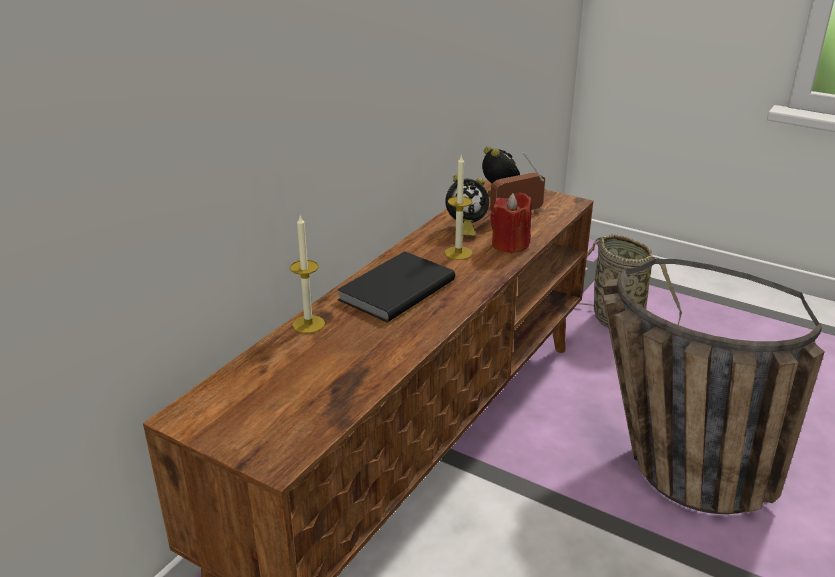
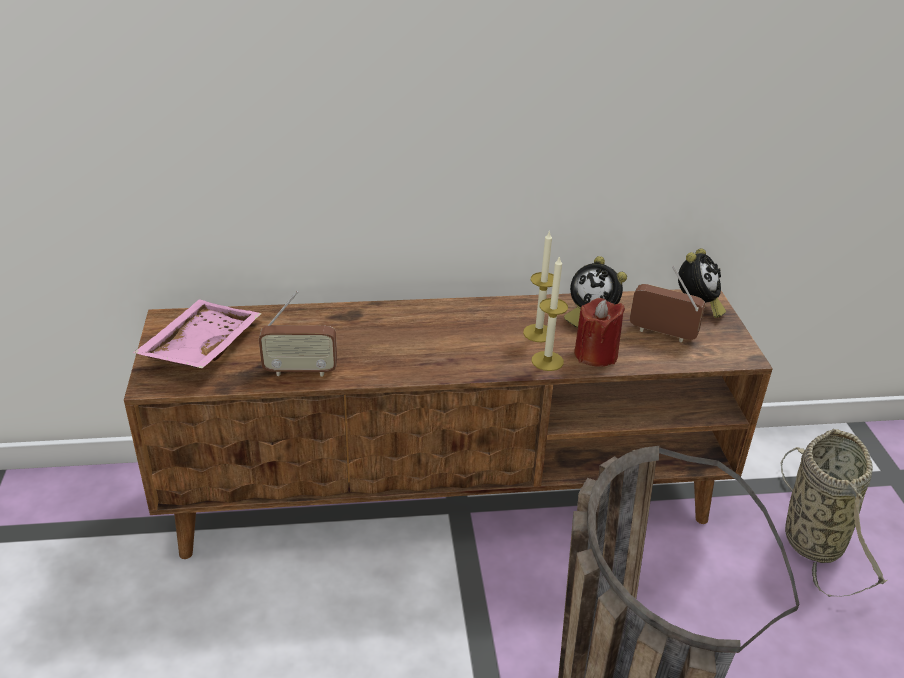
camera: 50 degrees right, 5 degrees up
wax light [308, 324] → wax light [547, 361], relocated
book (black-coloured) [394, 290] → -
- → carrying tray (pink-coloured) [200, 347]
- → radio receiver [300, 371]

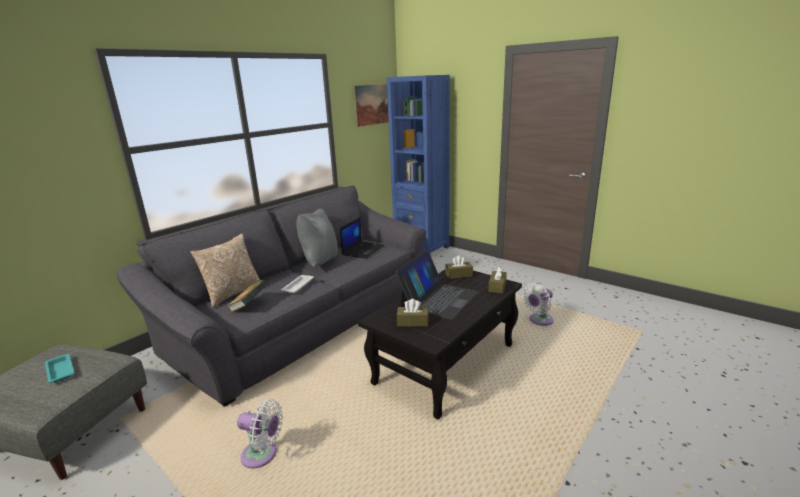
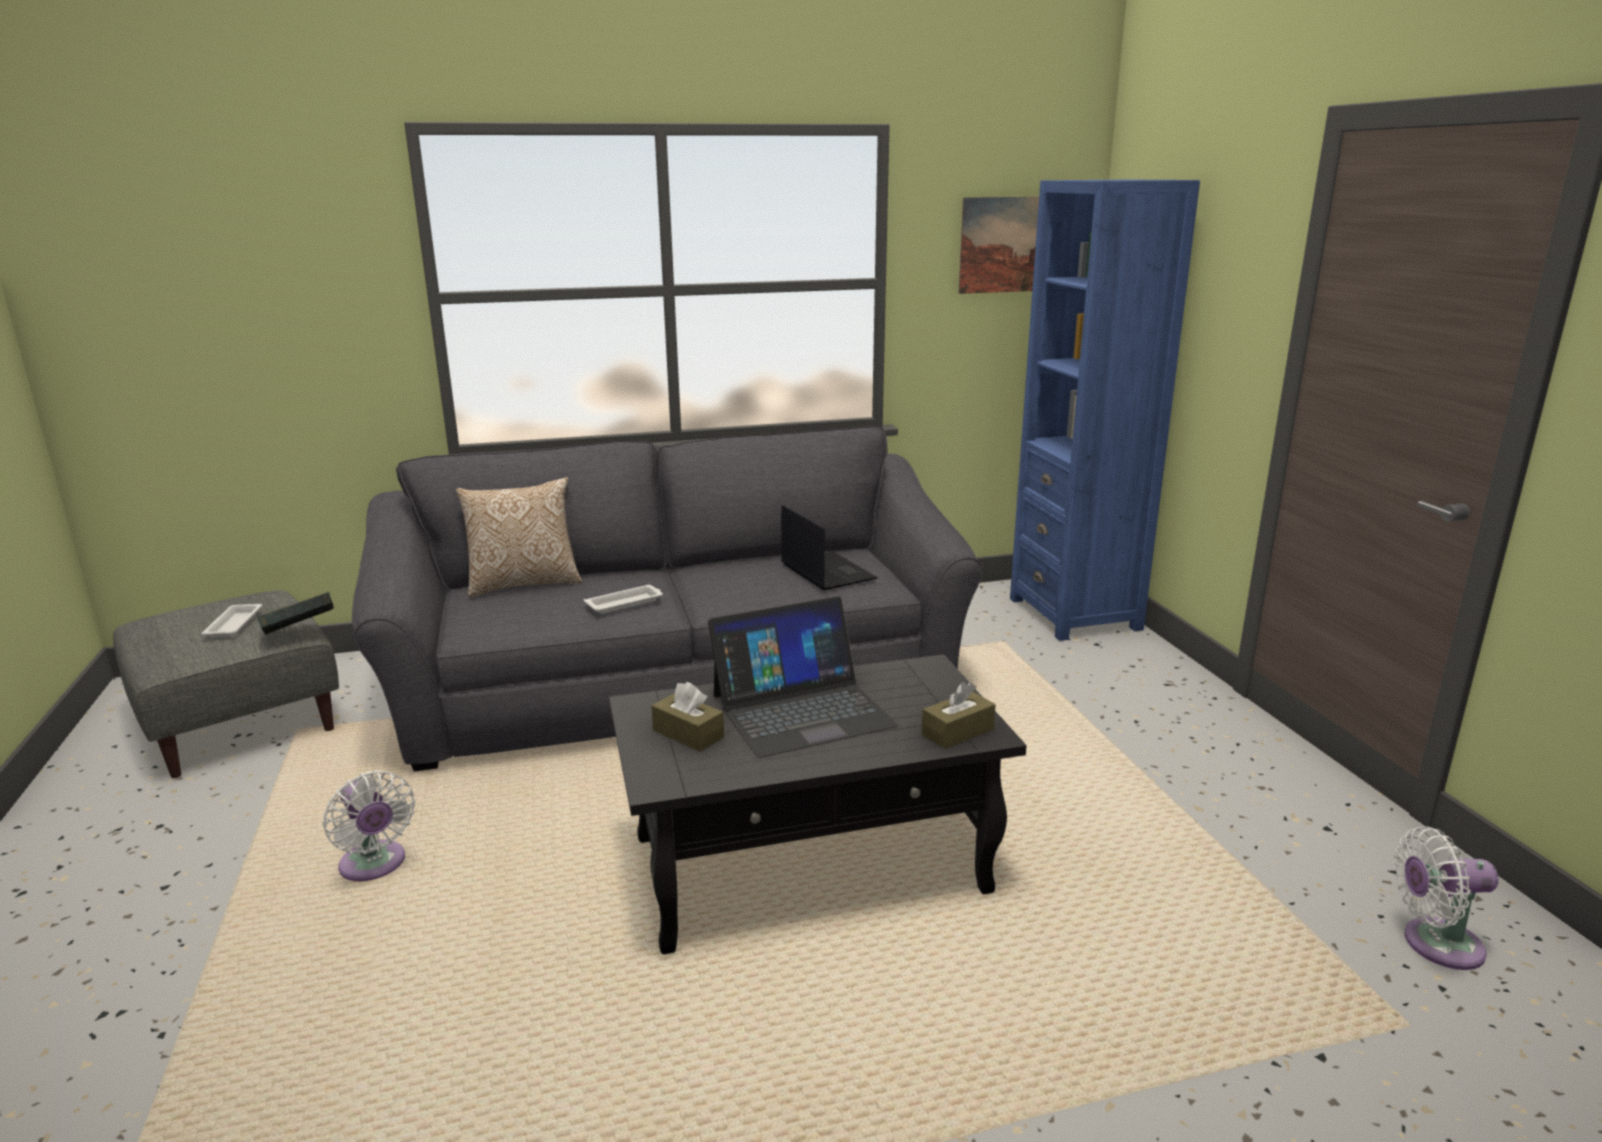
camera: 35 degrees right, 0 degrees up
carrying tray (turquoise-coloured) [60, 370] → carrying tray (white) [234, 624]
book [249, 306] → book [300, 633], relocated
pillow (grey) [319, 262] → -
portable computer [363, 250] → portable computer [826, 571], 90 degrees counterclockwise
tissue holder (brownish) [459, 275] → -
fan (white) [539, 321] → fan (white) [1435, 944], relocated

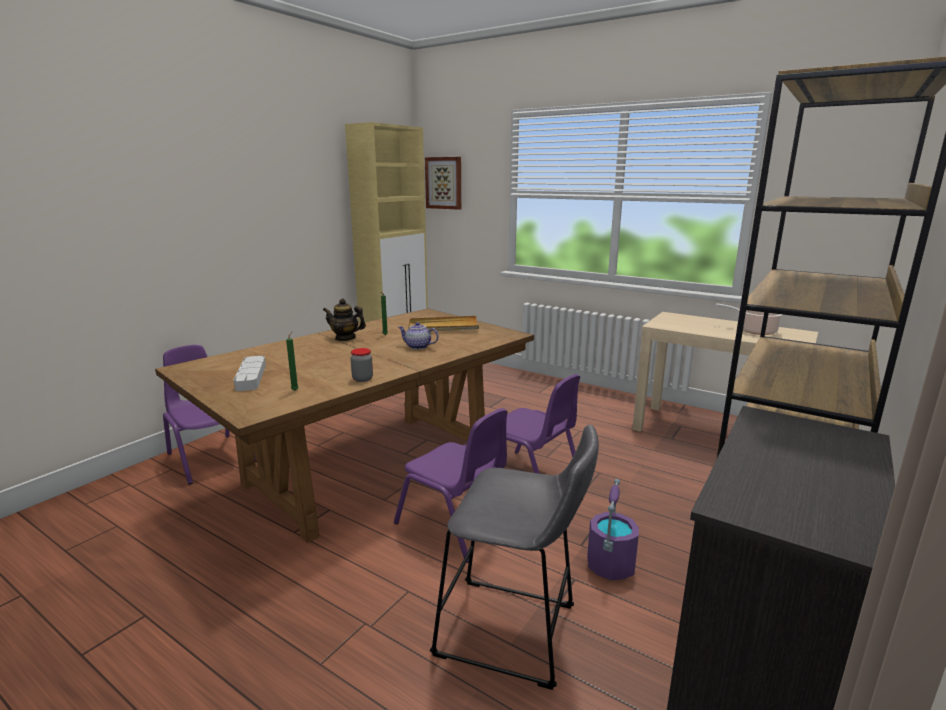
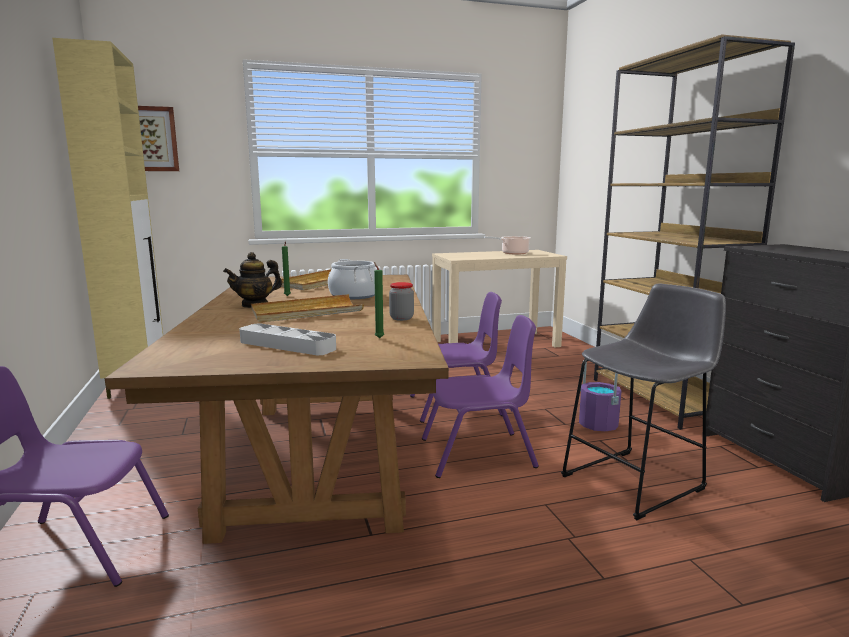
camera: 50 degrees left, 5 degrees down
pot for tea [417, 347] → stockpot [354, 295]
- → carrying tray (beige-coloured) [306, 312]

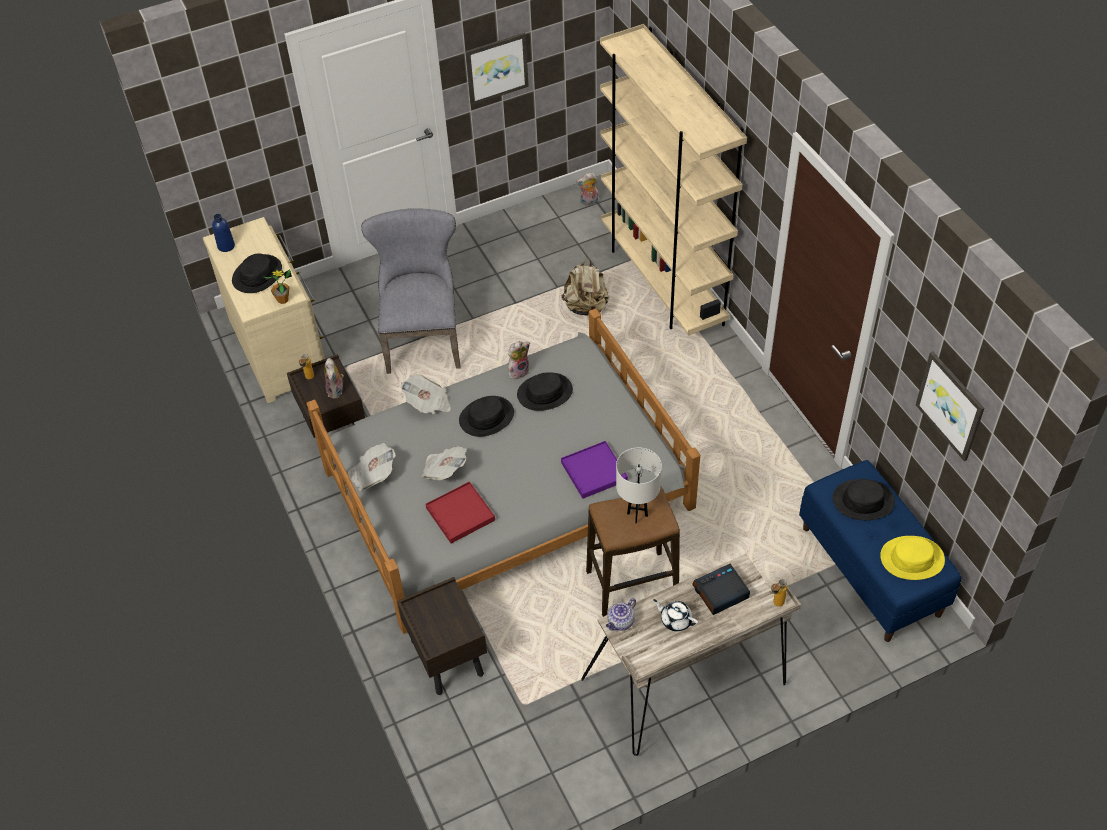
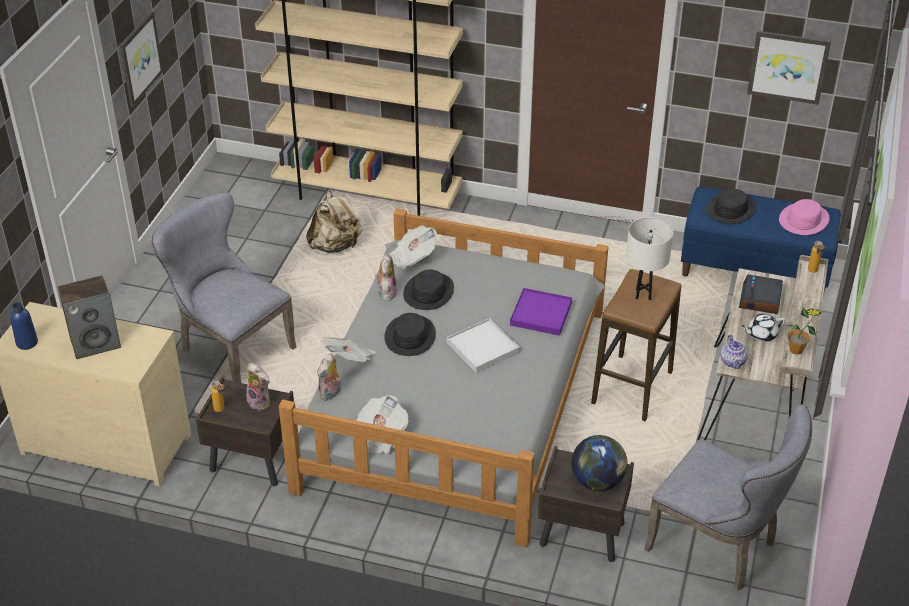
camera: 50 degrees left, 10 degrees down
hat (black-coloured) [257, 275] → audio speaker [95, 343]
plant in a pot [283, 300] → plant in a pot [796, 350], relocated
daily paper [444, 470] → daily paper [412, 257], relocated
carrying tray (red-coloured) [460, 514] → -
soft toy [588, 202] → soft toy [330, 394], relocated
hat (yellowish) [912, 558] → hat (pink-coloured) [803, 220]
- → carrying tray (white) [482, 348]
- → desk globe [597, 481]
- → upright chair (grey) [719, 546]

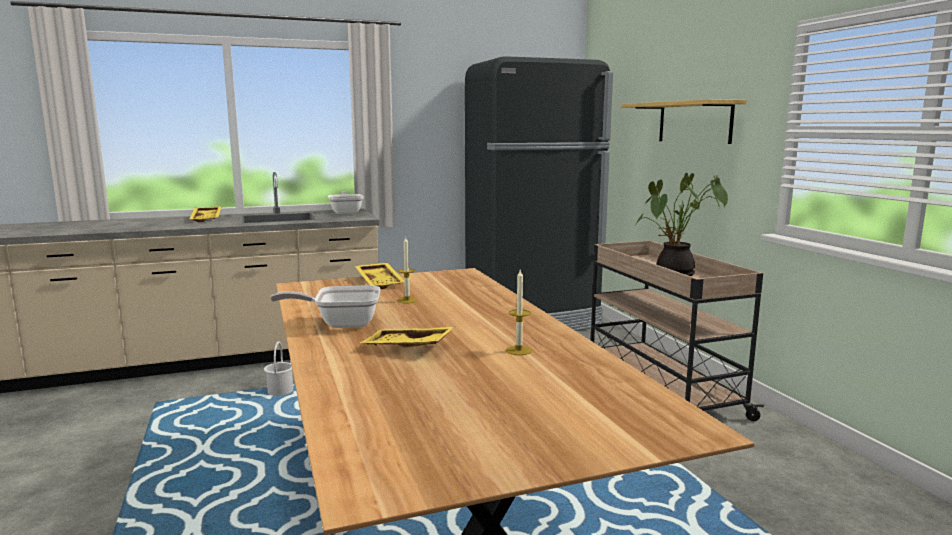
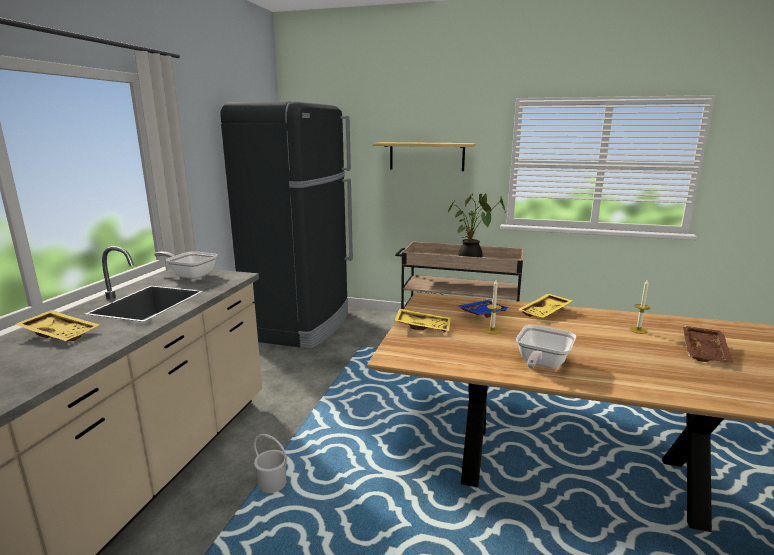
camera: 55 degrees left, 5 degrees up
carrying tray (yellowish) [407, 347] → carrying tray (yellowish) [545, 312], relocated
- → carrying tray (blue) [482, 314]
- → carrying tray (brownish) [705, 351]

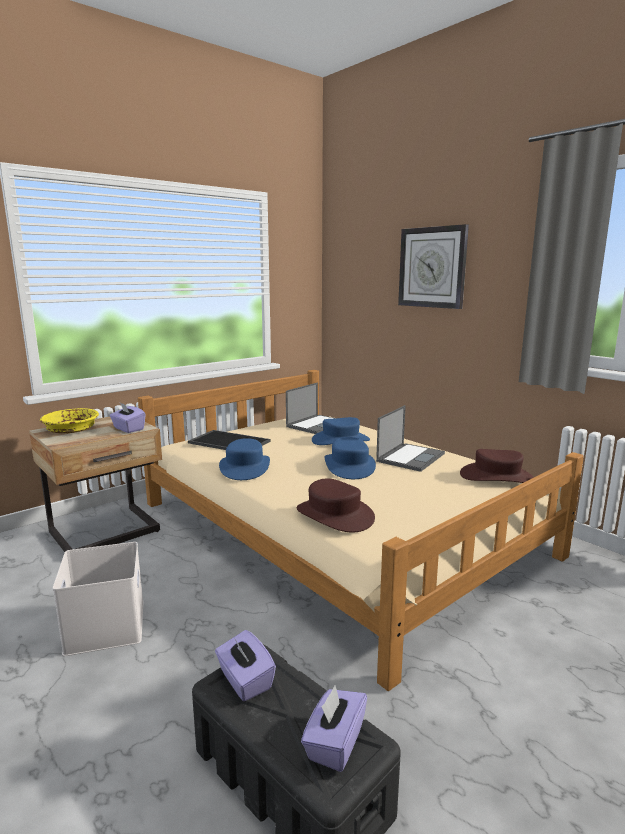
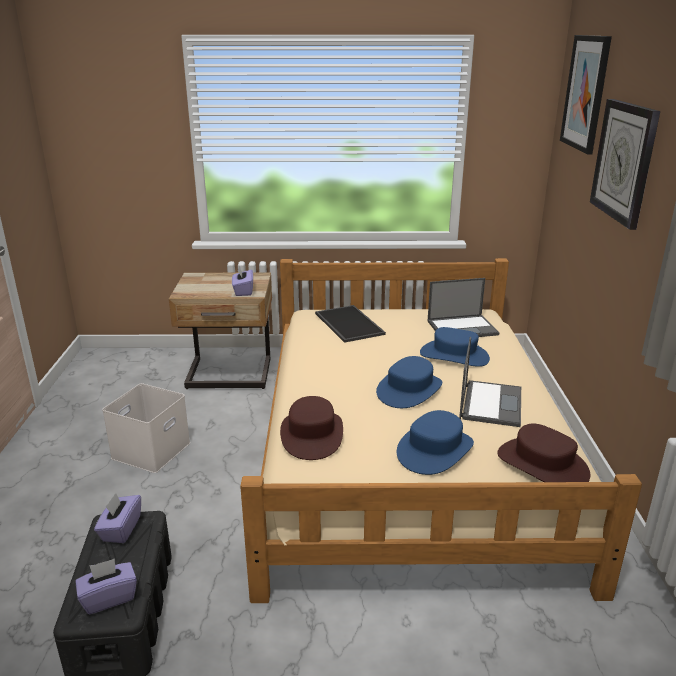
camera: 40 degrees right, 10 degrees up
bowl (yellowish) [71, 429] → -
hat (blue) [245, 467] → hat (blue) [434, 450], relocated
portable computer [411, 457] → portable computer [490, 403], 60 degrees counterclockwise
- → wall art [585, 93]

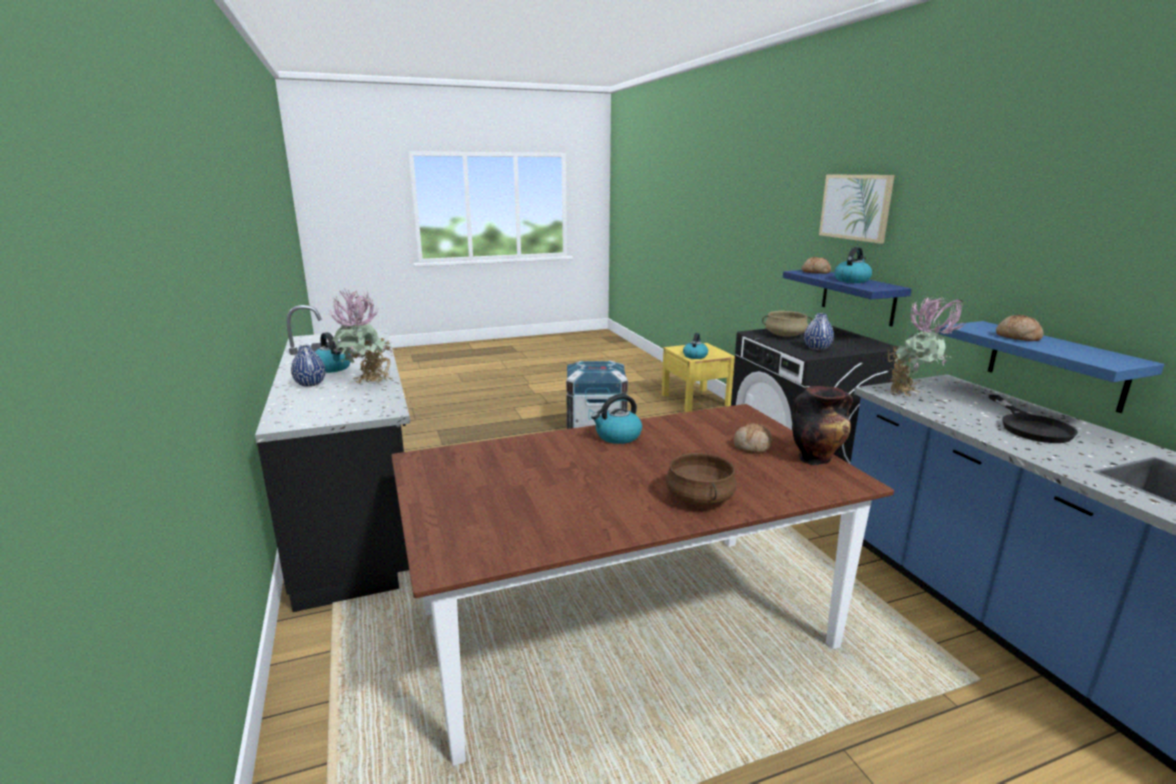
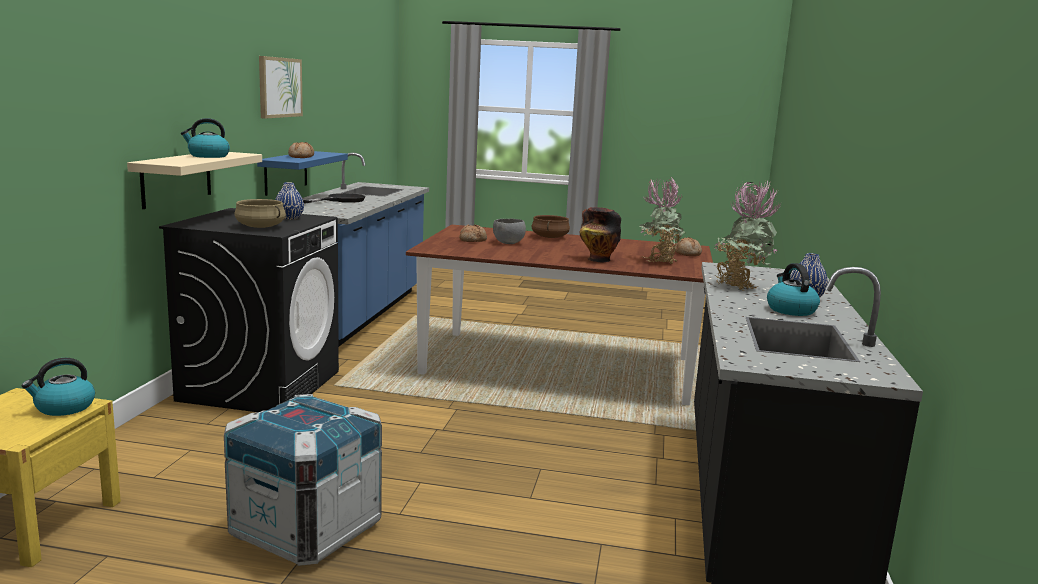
camera: 150 degrees left, 5 degrees down
water kettle [617, 436] → -
shelf (blue) [858, 296] → shelf (beige-coloured) [176, 178]
vase [816, 458] → vase [597, 259], relocated
baked bread [815, 272] → baked bread [687, 253], relocated
wall art [855, 207] → wall art [279, 87], relocated
plant in a pot [913, 395] → plant in a pot [659, 261], relocated
- → bowl (grey) [508, 243]

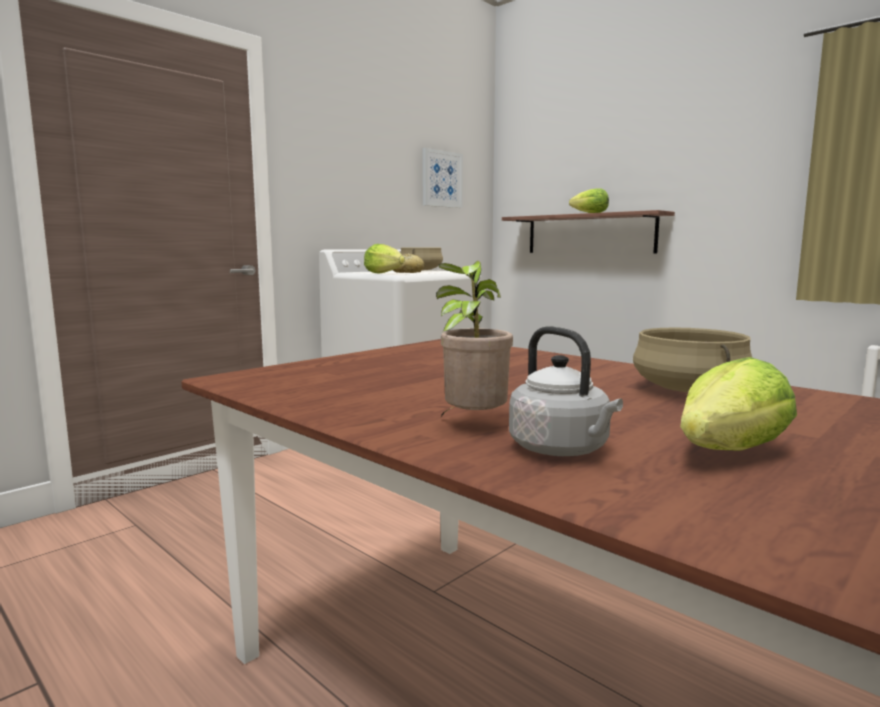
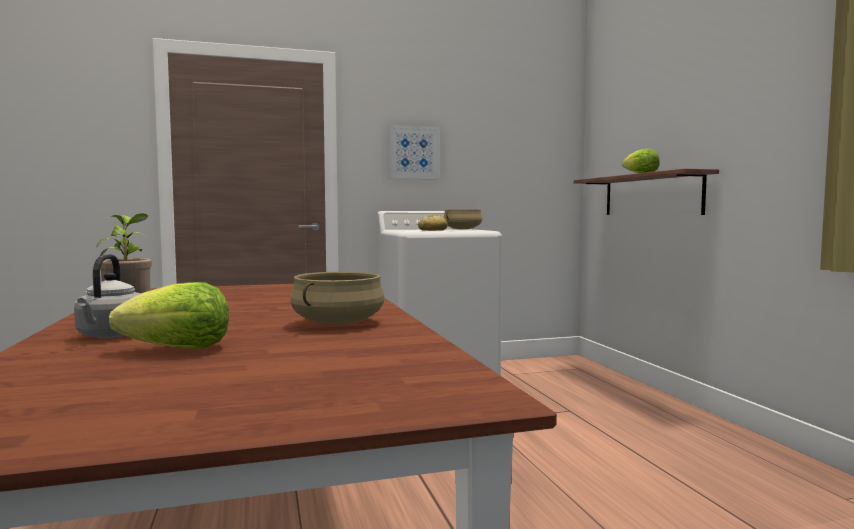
camera: 30 degrees right, 5 degrees down
lettuce [383, 273] → -
wall art [441, 179] → wall art [413, 152], relocated

